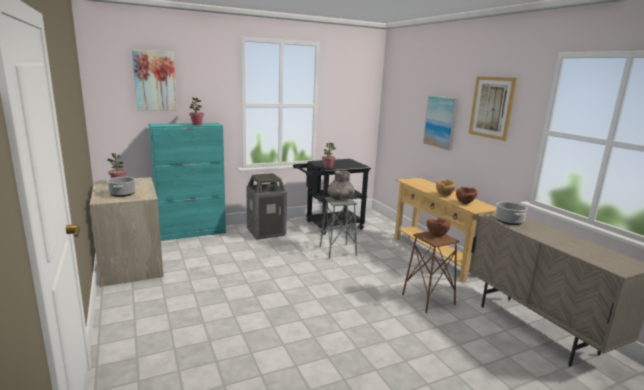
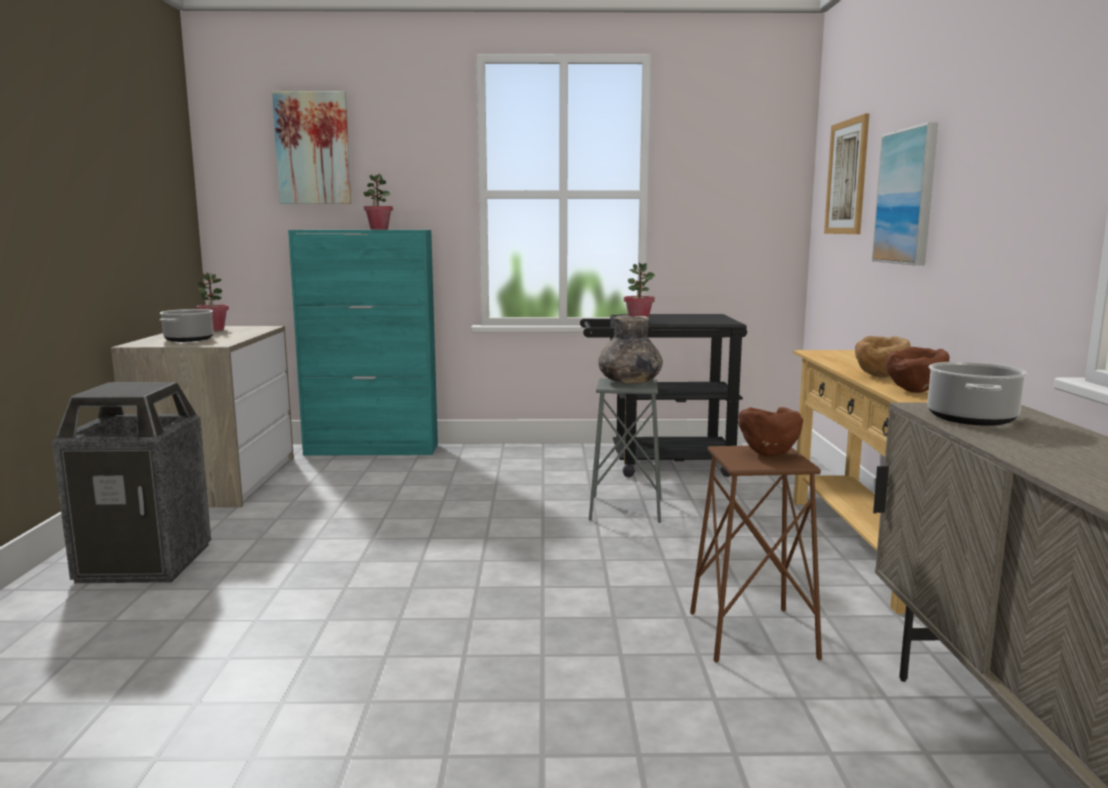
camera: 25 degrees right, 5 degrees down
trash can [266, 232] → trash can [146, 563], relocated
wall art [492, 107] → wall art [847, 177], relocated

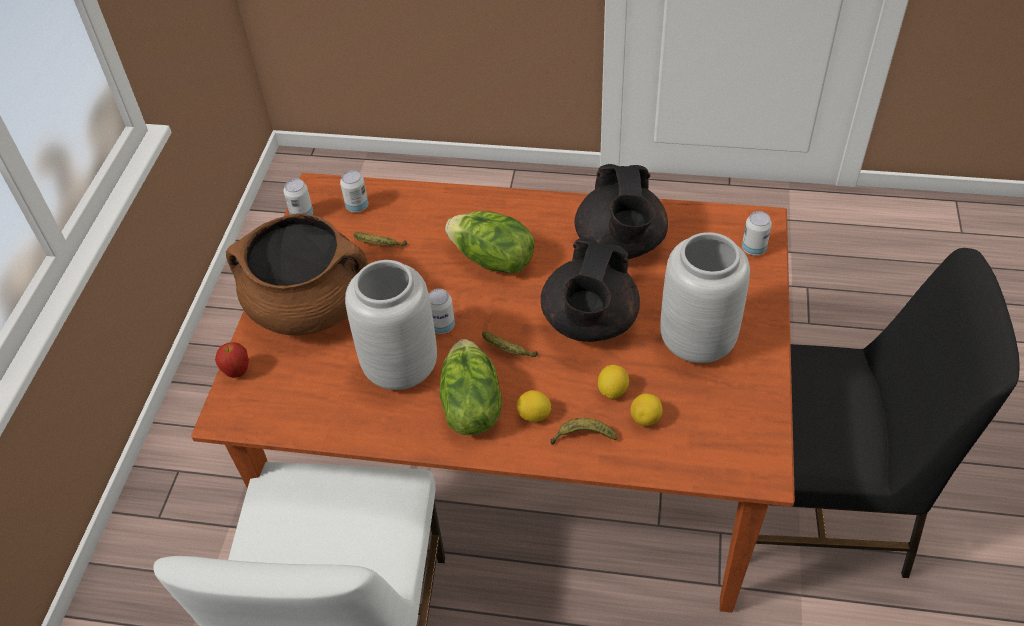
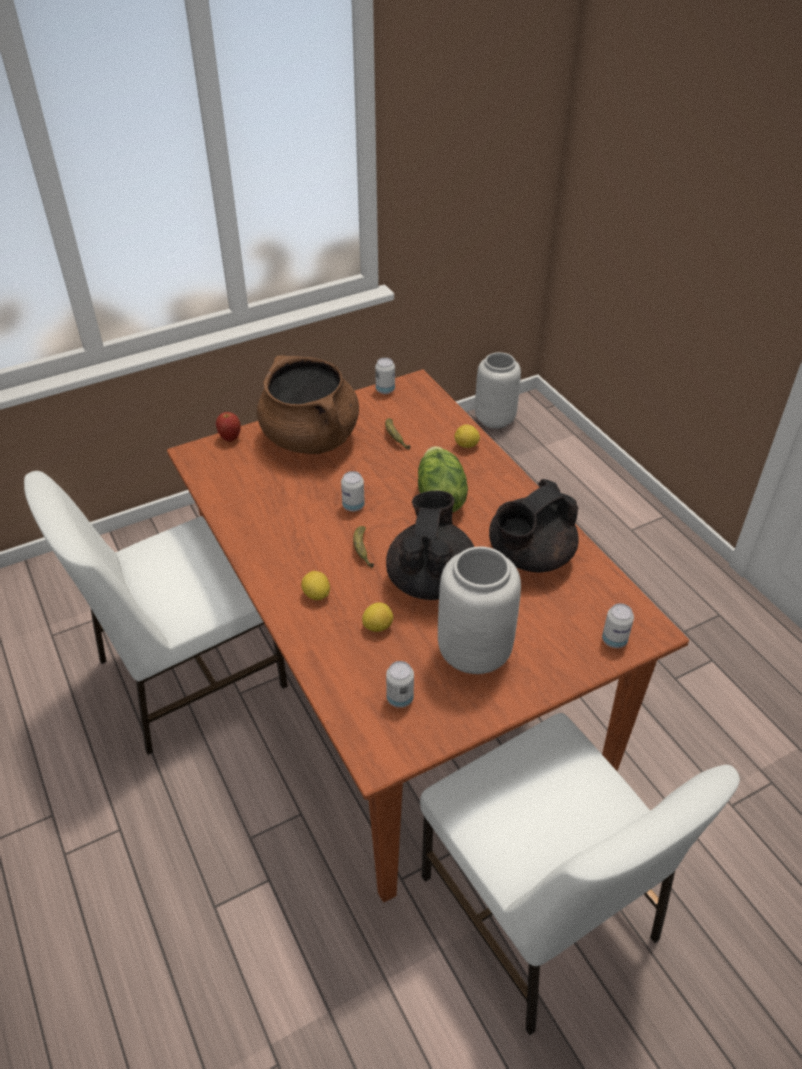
camera: 50 degrees right, 5 degrees down
can [357, 206] → can [400, 698], relocated
vase (grey) [402, 368] → vase (grey) [495, 420], relocated
lettuce [470, 406] → -
pot for tea (black-coloured) [589, 323] → pot for tea (black-coloured) [431, 580], 120 degrees clockwise
banana [582, 437] → -
lemon [645, 418] → lemon [466, 445], relocated
upright chair (black-coloured) [814, 504] → upright chair (white) [539, 912]

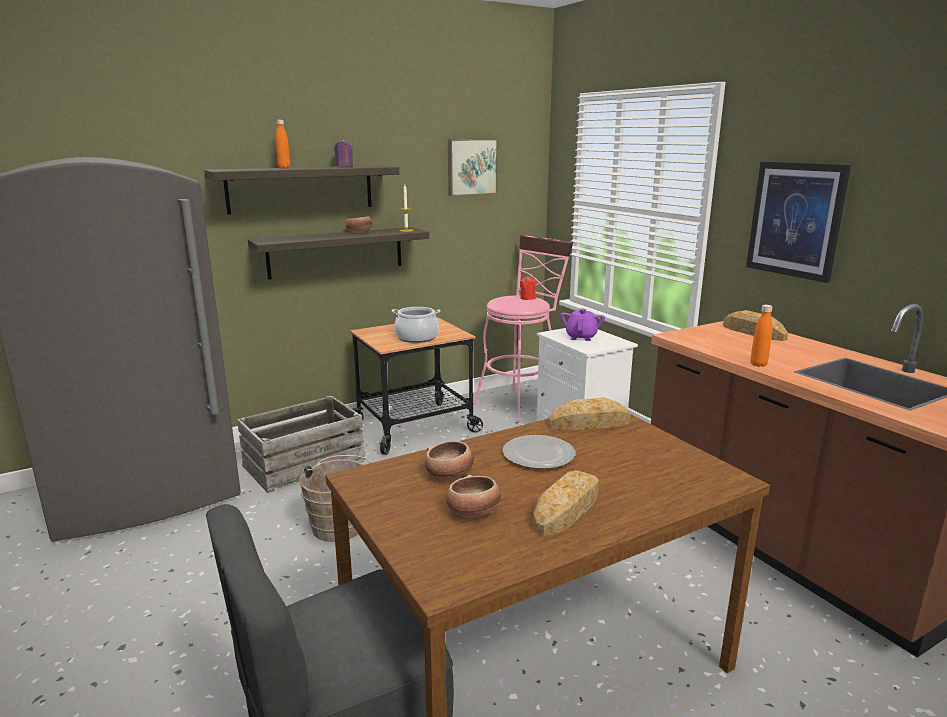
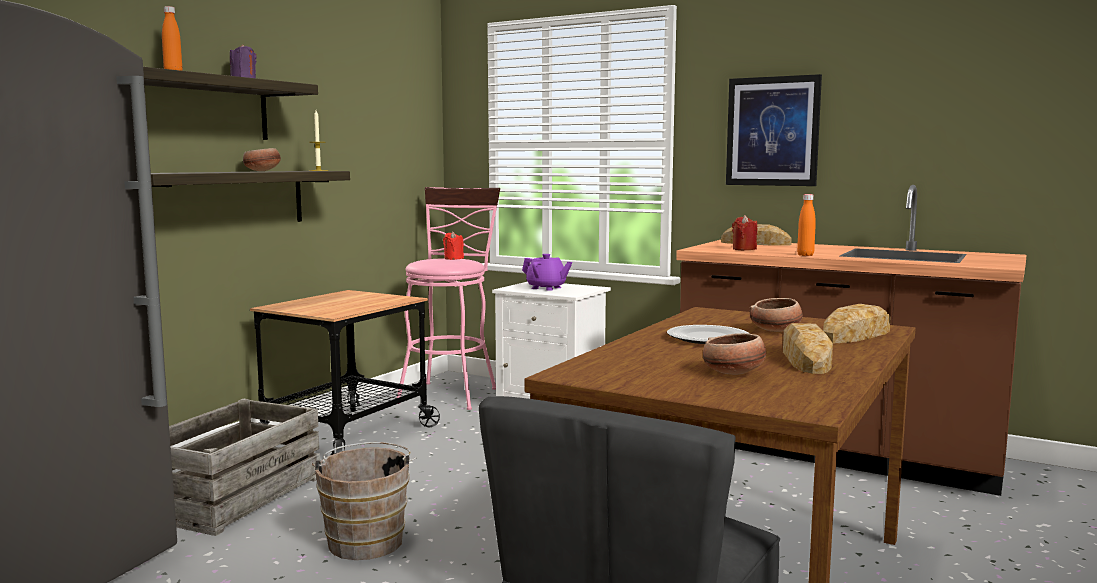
camera: 30 degrees left, 10 degrees down
stockpot [417, 338] → -
bowl [450, 475] → bowl [776, 330], relocated
wall art [471, 167] → -
baked bread [589, 423] → baked bread [855, 335], relocated
pot for tea (purple) [581, 337] → pot for tea (purple) [546, 288], 135 degrees clockwise
- → wax light (red-coloured) [744, 249]

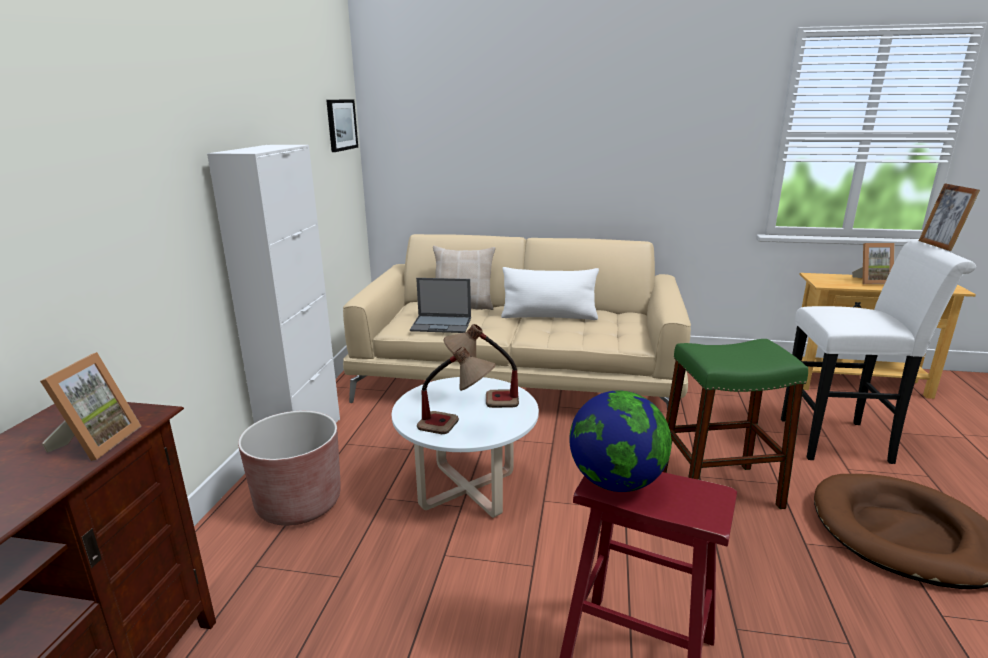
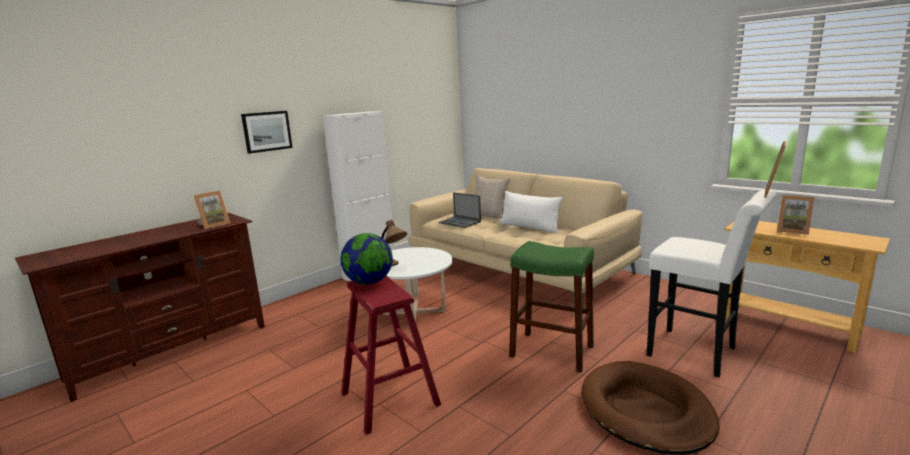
camera: 35 degrees right, 5 degrees down
plant pot (brownish) [299, 503] → -
wall art [341, 125] → wall art [267, 131], relocated
table lamp [482, 400] → -

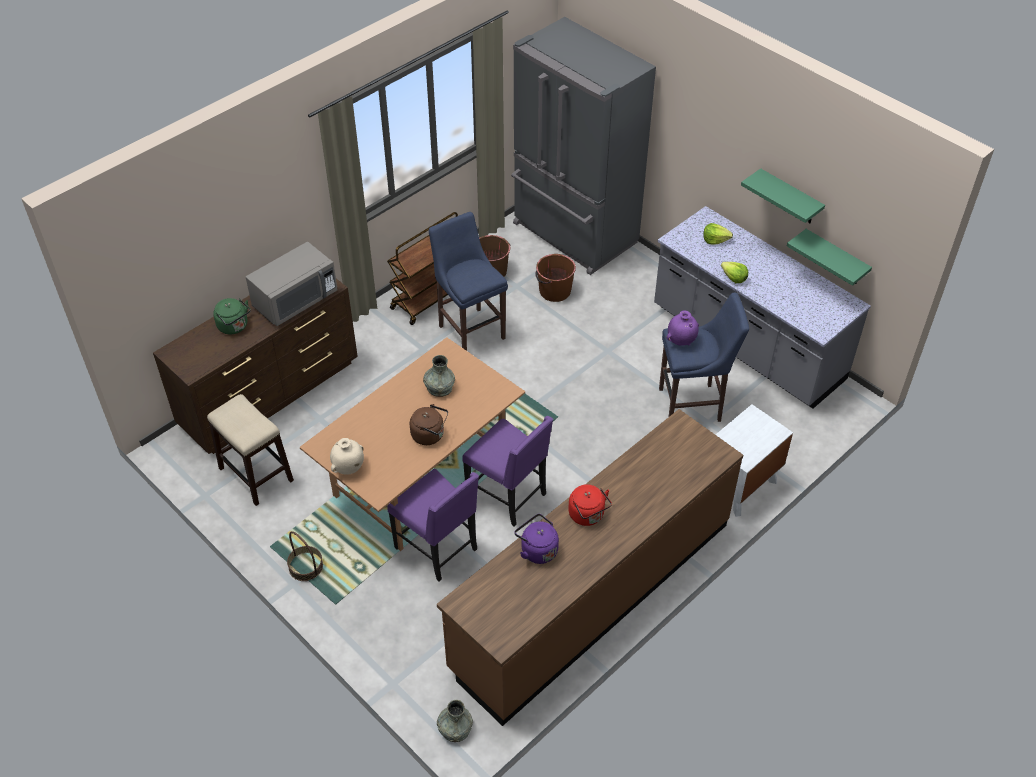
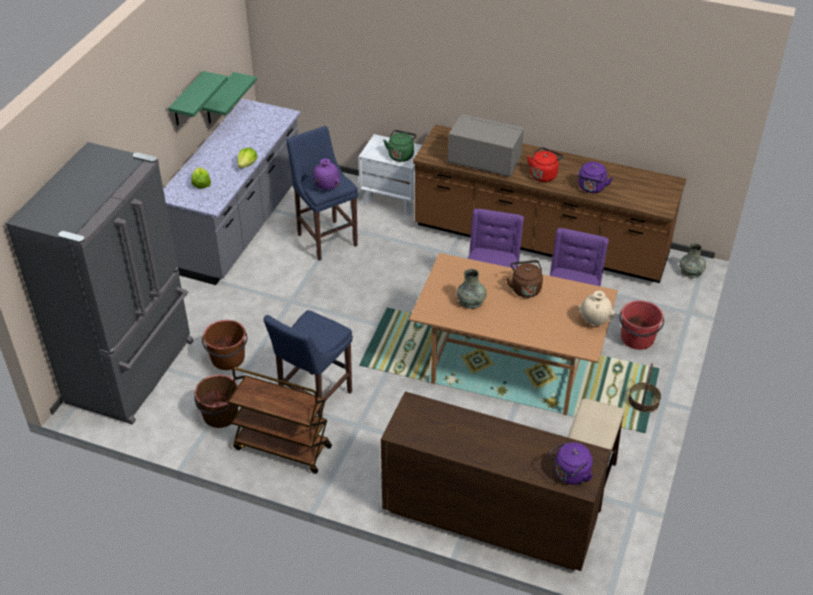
camera: 115 degrees left, 5 degrees down
water kettle (green-coloured) [234, 327] → water kettle (green-coloured) [401, 155], relocated
microwave oven (grey) [295, 301] → microwave oven (grey) [484, 162], relocated
- → water kettle (purple) [570, 475]
- → pail (red-coloured) [637, 339]

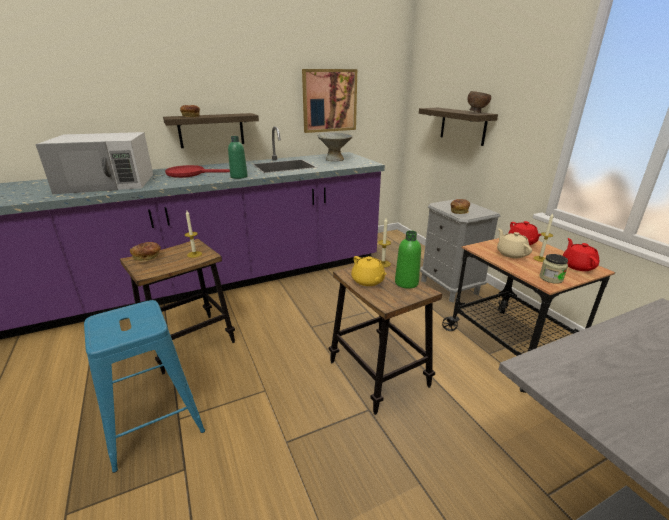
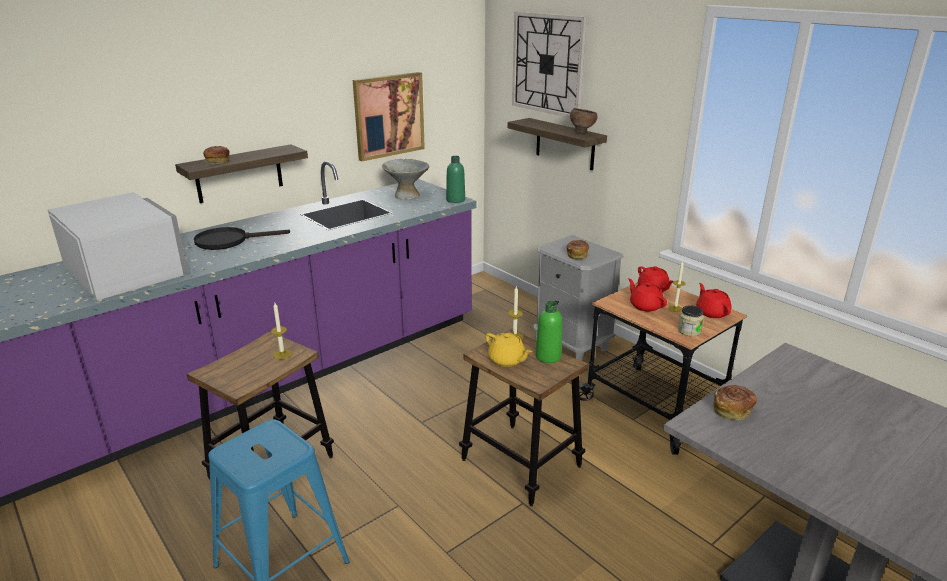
camera: 15 degrees left, 0 degrees up
microwave oven (white) [108, 183] → microwave oven (white) [124, 270], 105 degrees counterclockwise
baked bread [148, 257] → baked bread [732, 410], relocated
skillet (red-coloured) [191, 174] → skillet (black-coloured) [229, 241]
bottle (green-coloured) [239, 176] → bottle (green-coloured) [455, 200], relocated
pot for tea (beige-coloured) [511, 254] → pot for tea (red-coloured) [645, 306]
- → wall clock [548, 64]

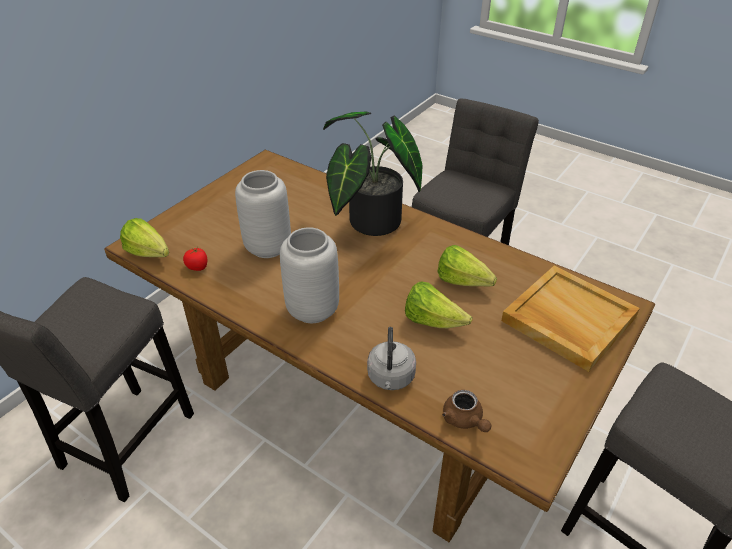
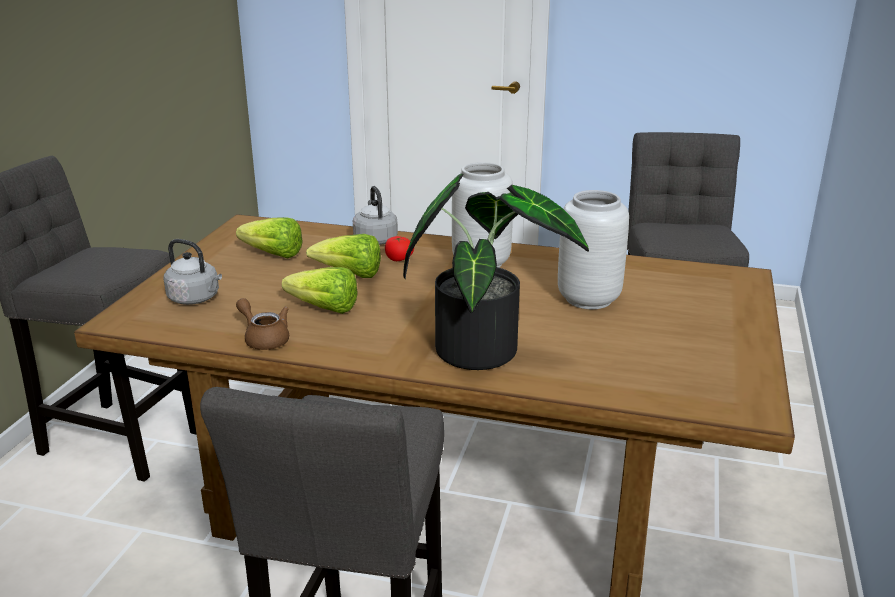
camera: 160 degrees right, 15 degrees down
lettuce [150, 256] → lettuce [269, 254], relocated
whole tomato [197, 267] → whole tomato [398, 259], relocated
pot for tea (brownish) [464, 420] → pot for tea (brownish) [264, 339], relocated
carrying tray (beige-coloured) [567, 319] → water kettle (grey) [196, 299]

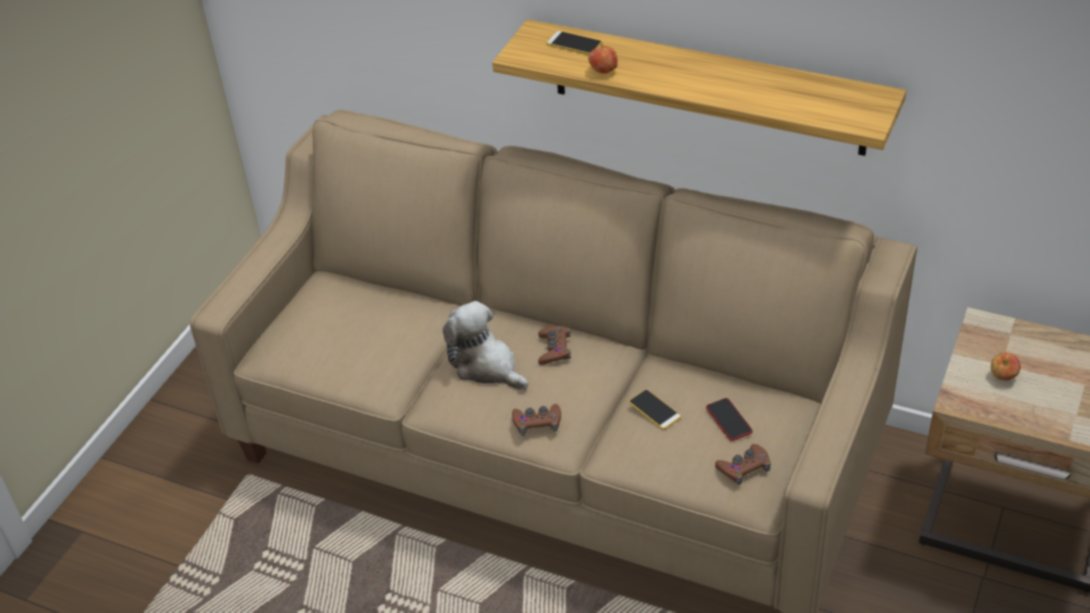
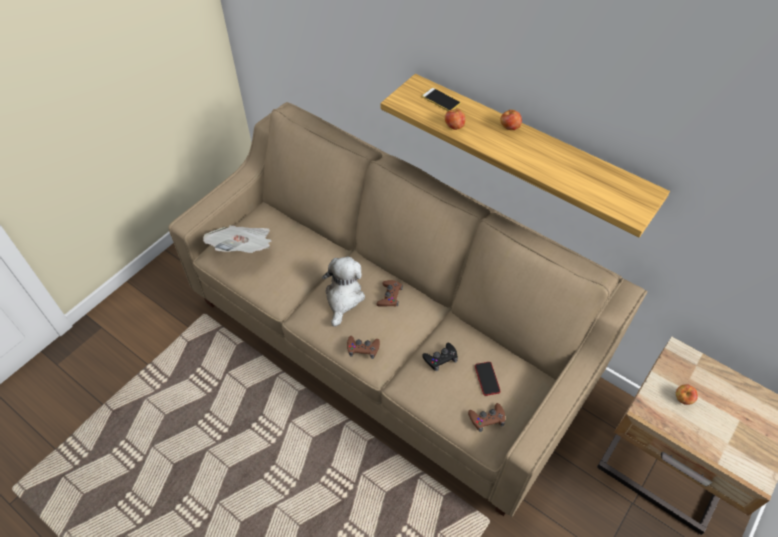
camera: 10 degrees right, 10 degrees up
soft toy [486, 366] → soft toy [343, 298], 45 degrees clockwise
phone [654, 410] → gamepad (black-coloured) [440, 358]
- → daily paper [244, 249]
- → apple fruit [509, 128]

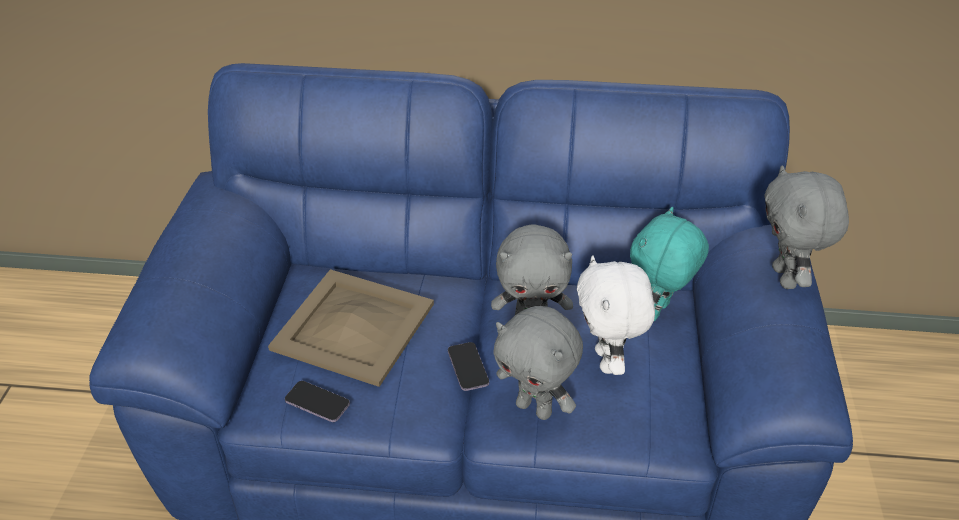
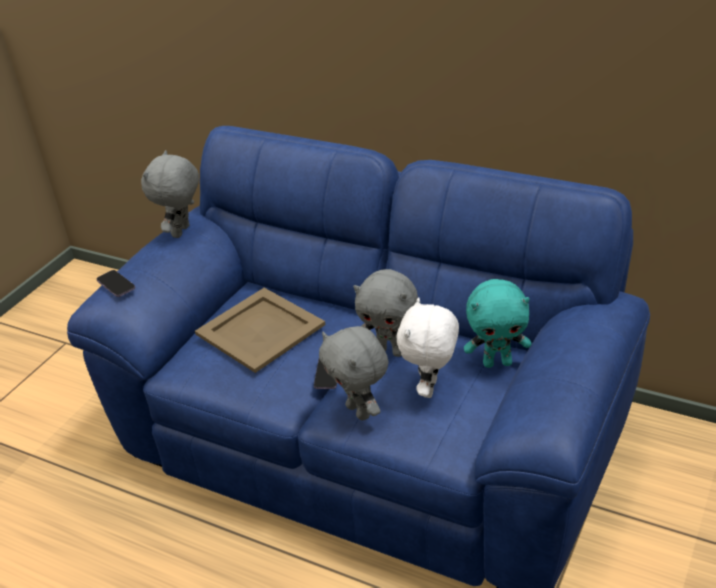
camera: 25 degrees right, 5 degrees down
phone [317, 403] → phone [116, 285], relocated
soft toy (turquoise-coloured) [658, 312] → soft toy (turquoise-coloured) [497, 362], 150 degrees counterclockwise
soft toy (grey) [786, 278] → soft toy (grey) [182, 232], relocated

